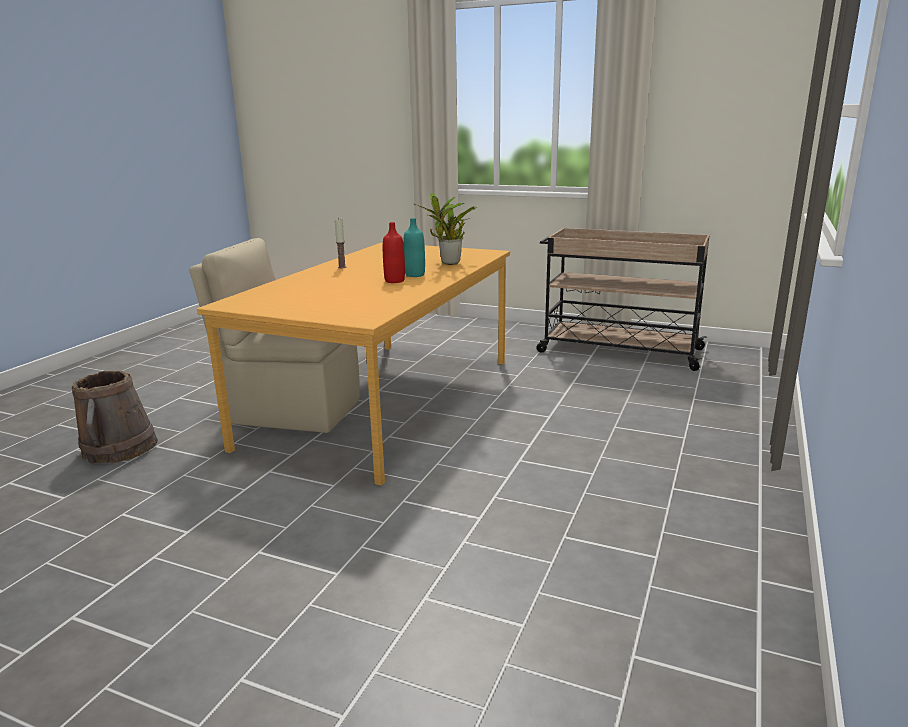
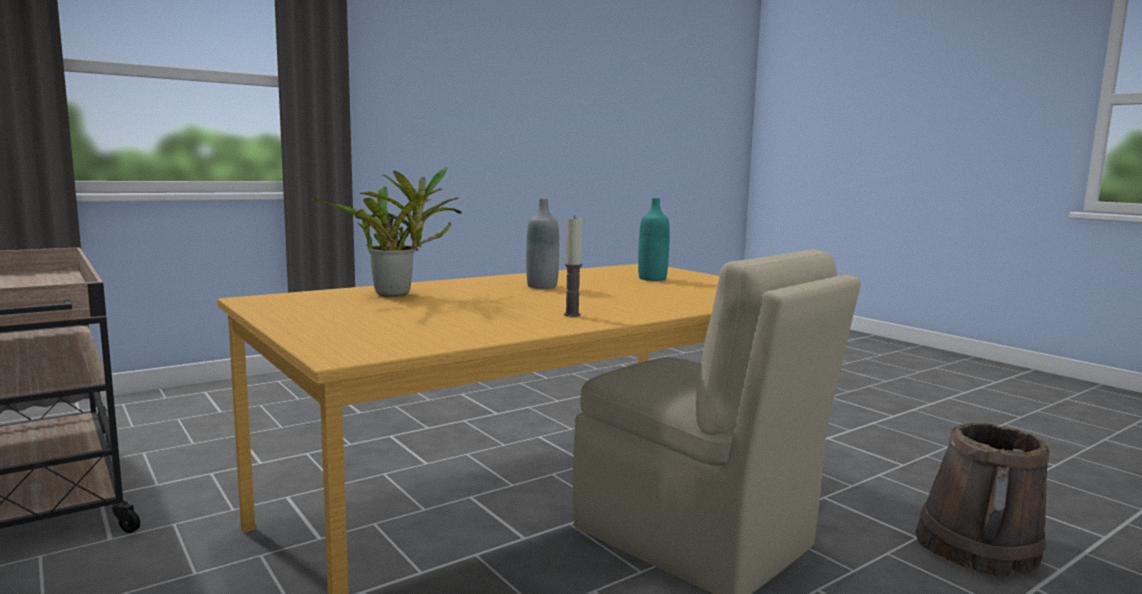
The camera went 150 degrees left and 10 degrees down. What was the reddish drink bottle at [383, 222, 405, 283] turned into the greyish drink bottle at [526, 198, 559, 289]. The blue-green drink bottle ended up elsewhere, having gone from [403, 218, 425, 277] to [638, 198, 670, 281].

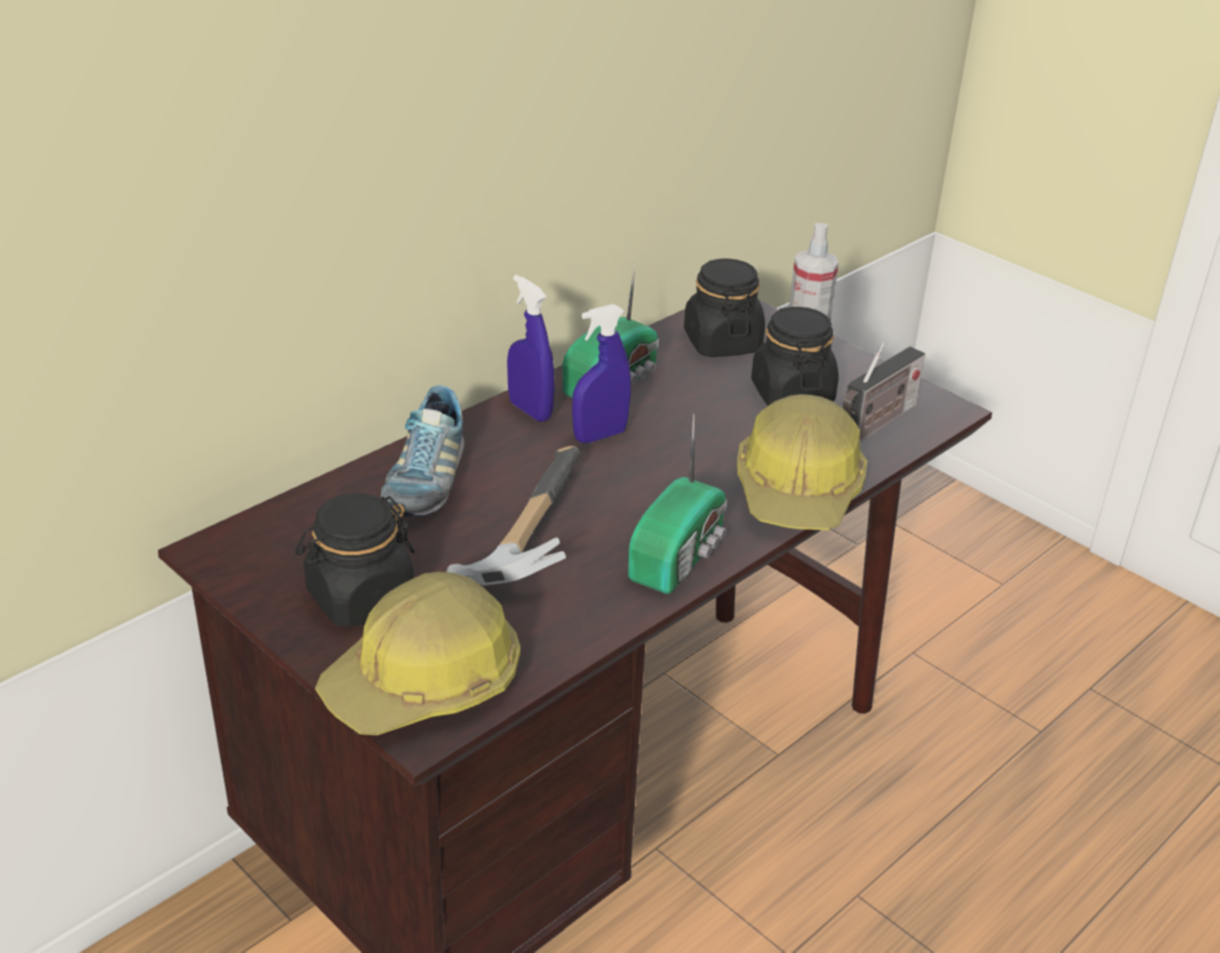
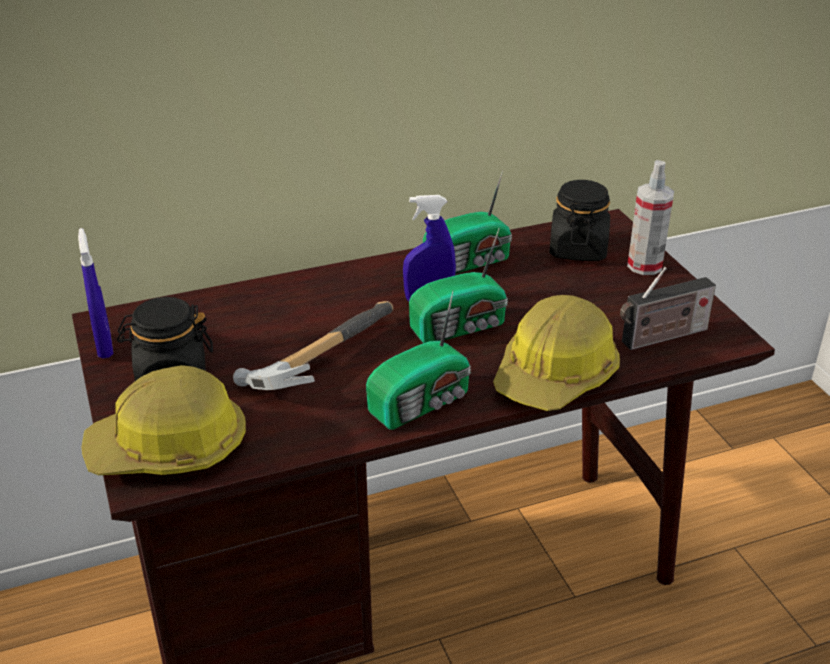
The camera went 25 degrees right and 0 degrees up. The second view lost the low shoe at [381, 385, 465, 517]. The bluish hand sprayer ended up elsewhere, having gone from [507, 275, 555, 422] to [78, 228, 113, 359]. The second view lost the black preserve jar at [751, 307, 839, 406]. The second view gained the radio set at [409, 228, 508, 343].

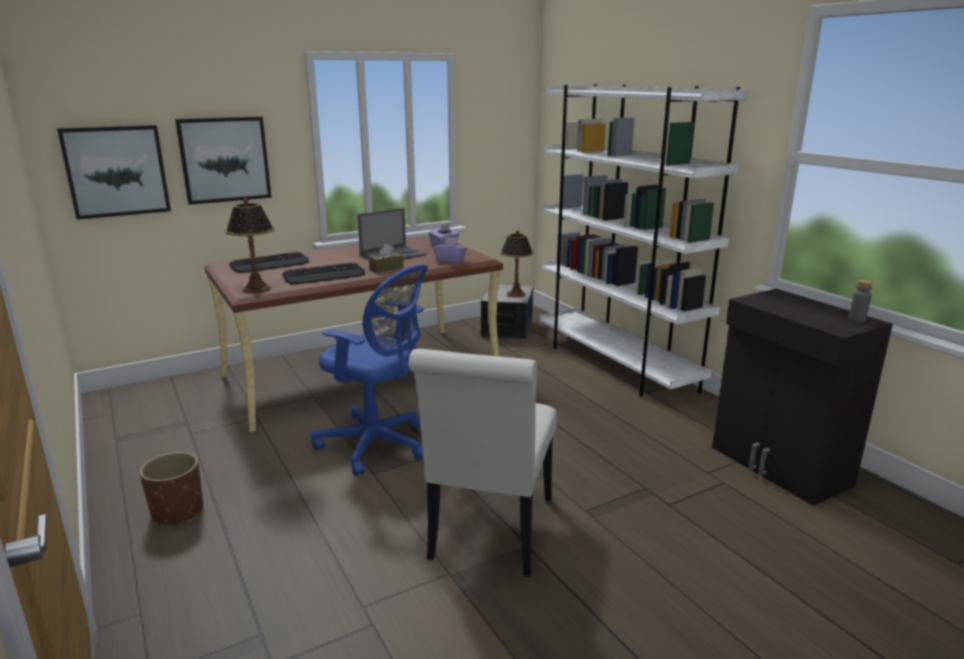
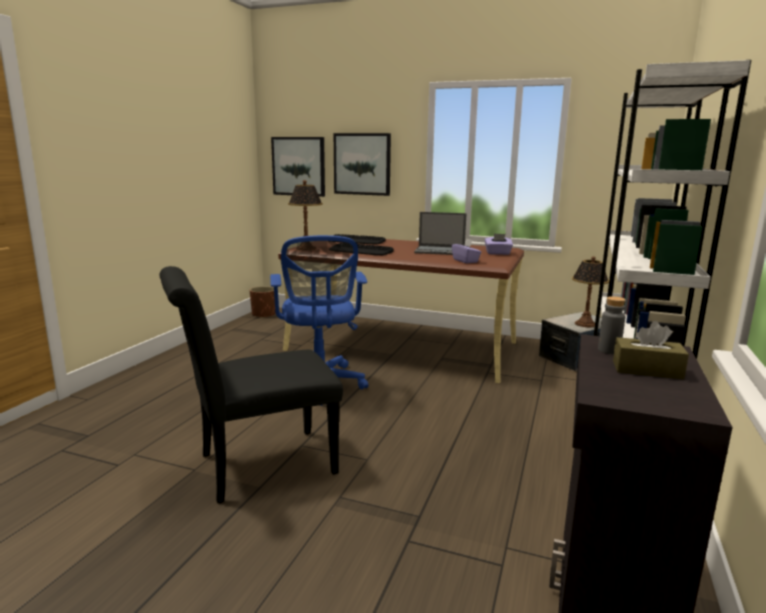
The camera went 50 degrees right and 5 degrees down. The brown plant pot ended up elsewhere, having gone from [139, 452, 203, 525] to [250, 286, 276, 318]. The brown tissue box ended up elsewhere, having gone from [369, 244, 403, 273] to [613, 321, 689, 379]. What was the white-coloured chair at [408, 349, 557, 577] turned into the black chair at [159, 266, 343, 503]. The greyish drink bottle ended up elsewhere, having gone from [849, 280, 872, 322] to [598, 296, 625, 354].

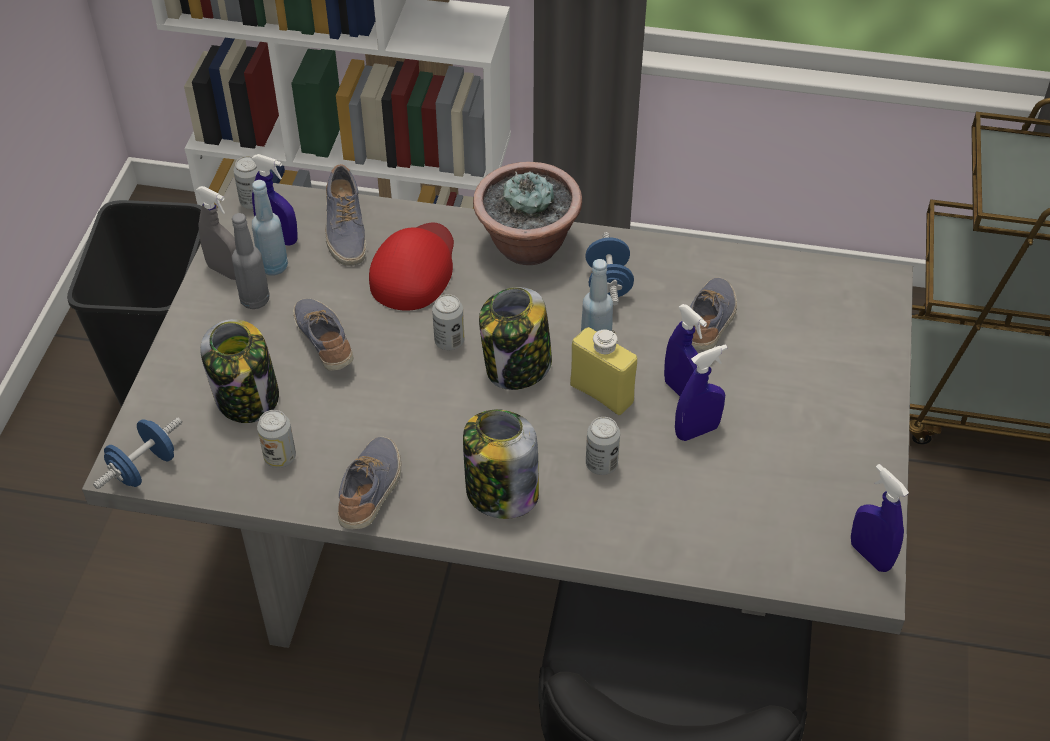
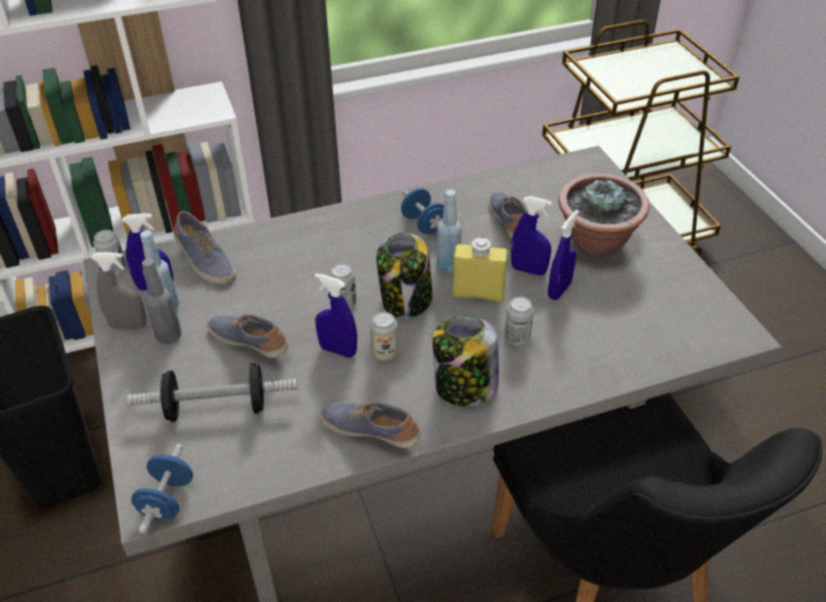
The camera went 30 degrees left and 5 degrees down. Where the preserve jar stood at [200, 319, 279, 423], the dumbbell came to stand at [127, 363, 297, 422]. The metal can ended up elsewhere, having gone from [257, 410, 296, 468] to [370, 312, 398, 361]. The low shoe at [338, 437, 401, 530] ended up facing another way, 45 degrees counterclockwise from before. The second view lost the reddish baseball cap at [369, 223, 454, 311]. The plant in a pot ended up elsewhere, having gone from [473, 162, 582, 265] to [559, 173, 650, 257]. The bluish hand sprayer ended up elsewhere, having gone from [851, 464, 909, 572] to [315, 273, 357, 358].

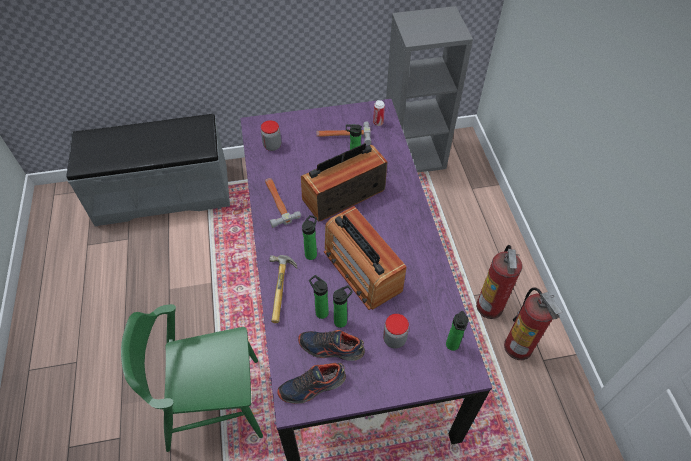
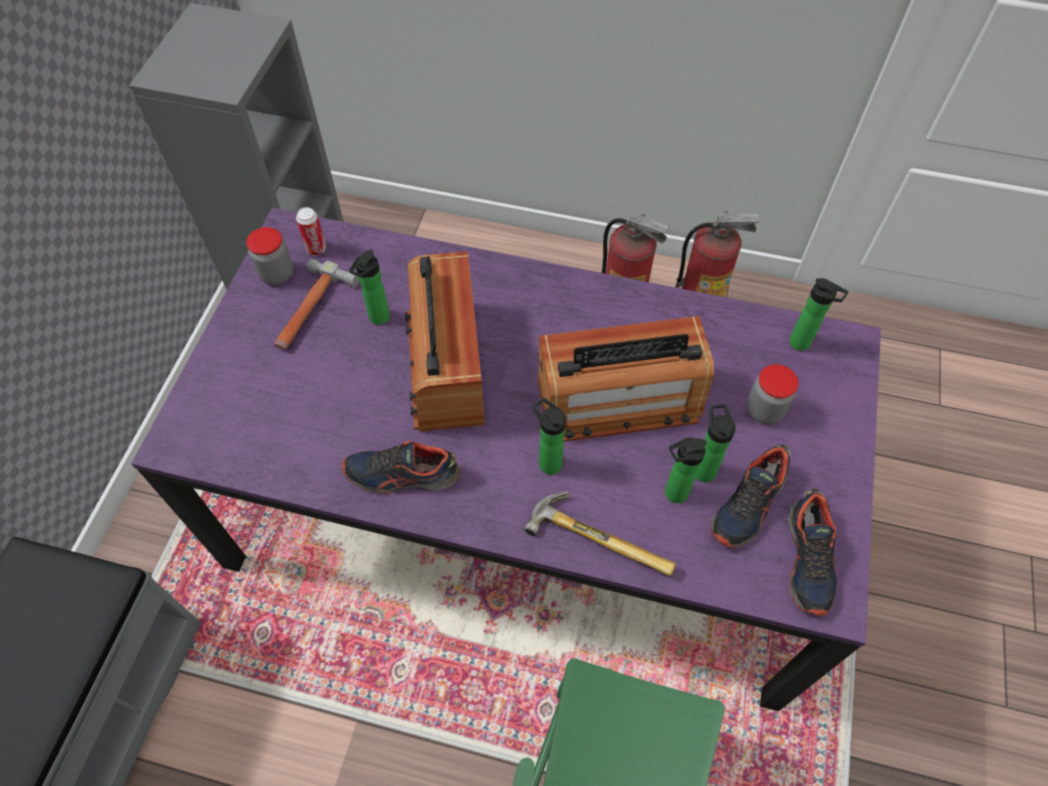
The camera went 65 degrees left and 5 degrees up. The preserve jar ended up elsewhere, having gone from [261, 120, 281, 151] to [246, 227, 293, 285]. Where the hammer stood at [265, 178, 301, 228], the low shoe came to stand at [342, 441, 460, 494].

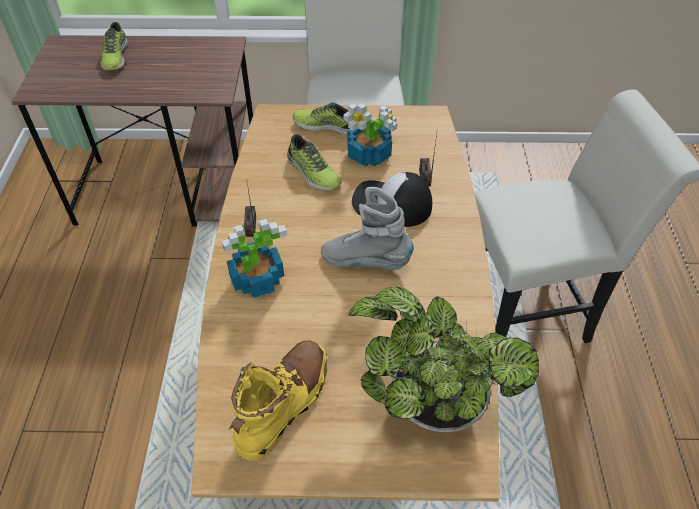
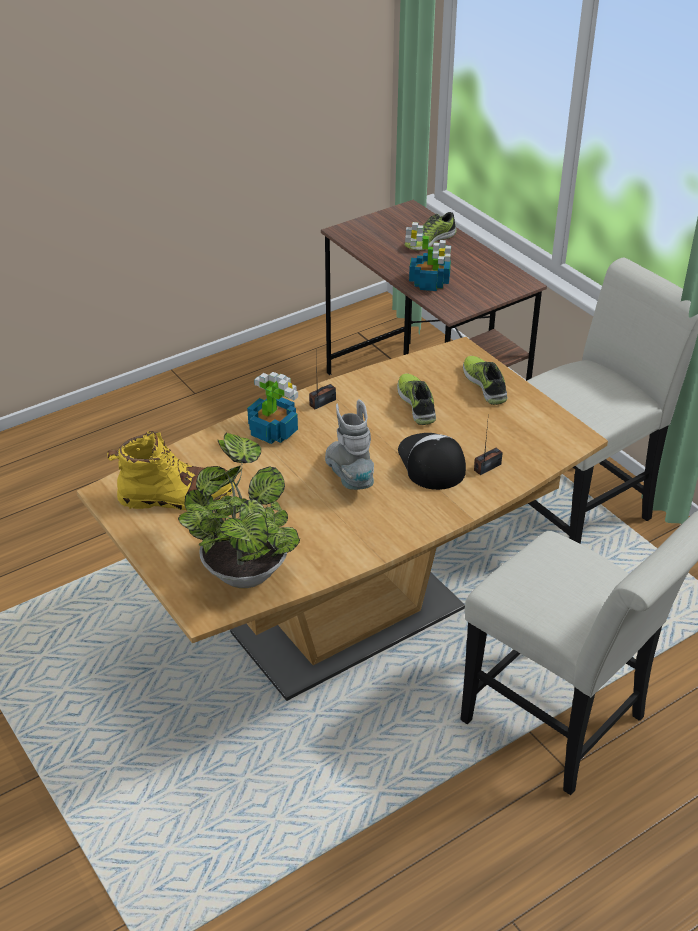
The camera went 55 degrees right and 10 degrees down. The low shoe at [287, 134, 342, 190] ended up facing another way, 150 degrees clockwise from before. The plant in a pot ended up elsewhere, having gone from [343, 103, 397, 167] to [405, 222, 451, 291].

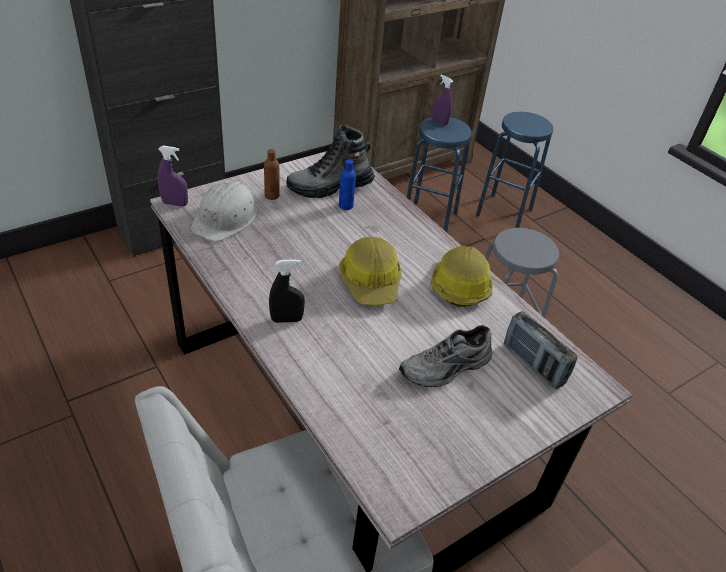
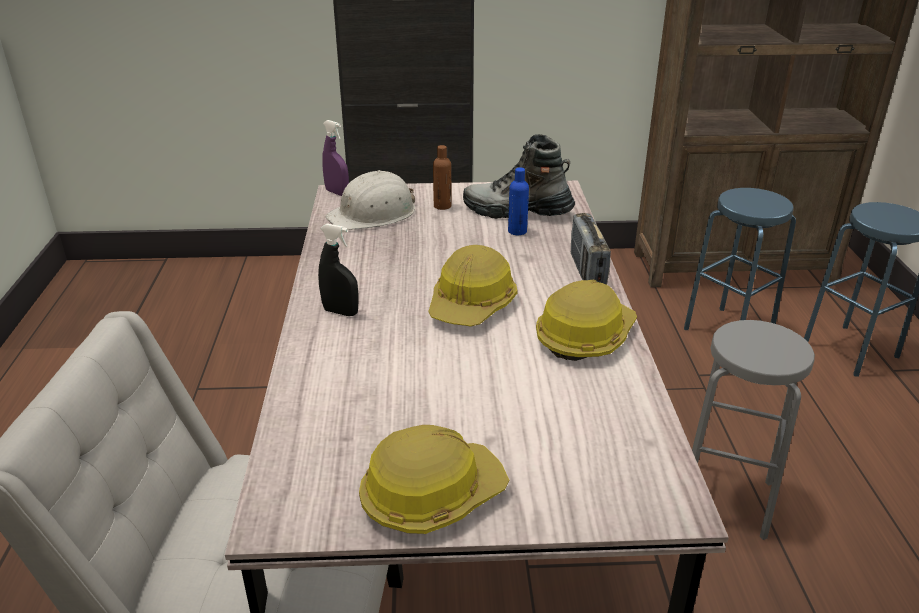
The camera went 35 degrees right and 10 degrees down. The second view lost the greyish low shoe at [399, 325, 492, 387]. The second view lost the purplish hand sprayer at [432, 75, 453, 125]. The radio set ended up elsewhere, having gone from [504, 311, 578, 389] to [571, 213, 611, 285]. The second view gained the work helmet at [359, 425, 509, 534].

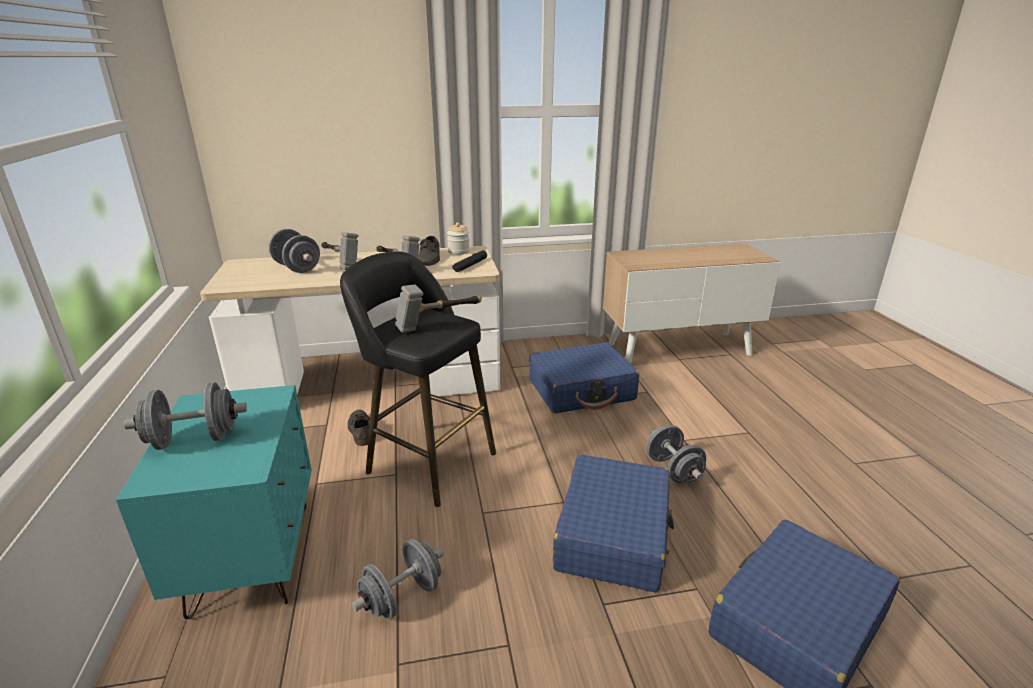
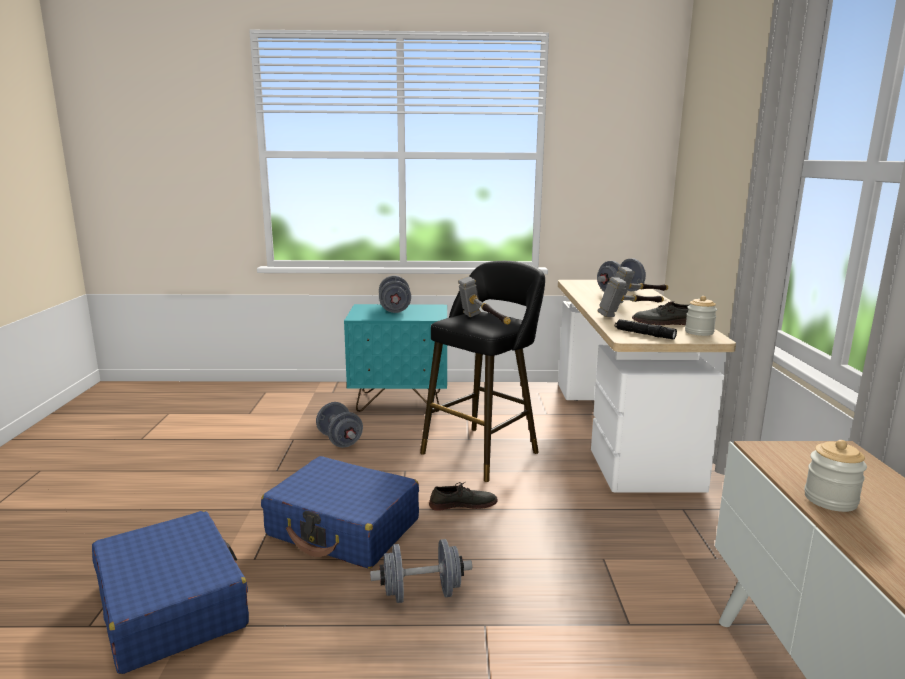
The camera went 100 degrees right and 10 degrees down. The greyish low shoe ended up elsewhere, having gone from [348, 410, 370, 446] to [429, 482, 497, 511]. The second view lost the bluish piece of luggage at [529, 342, 639, 413]. The second view gained the preserve jar at [804, 440, 867, 512].

